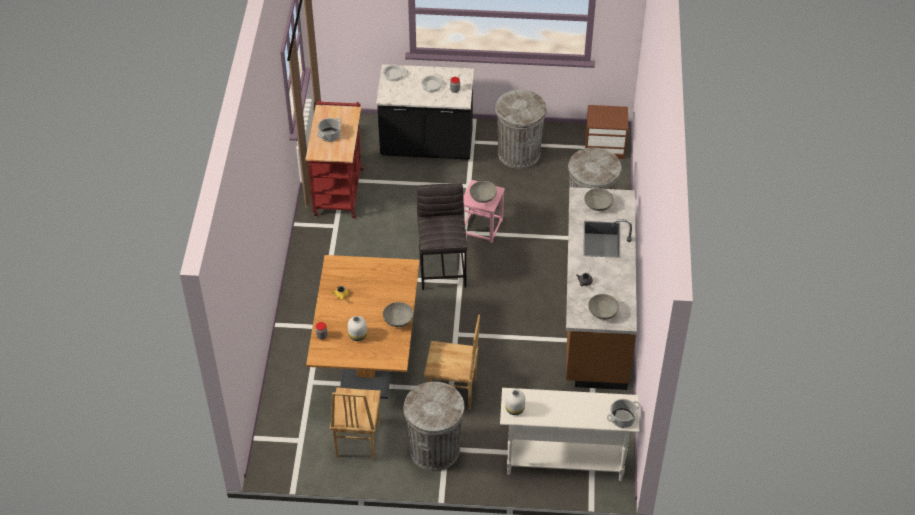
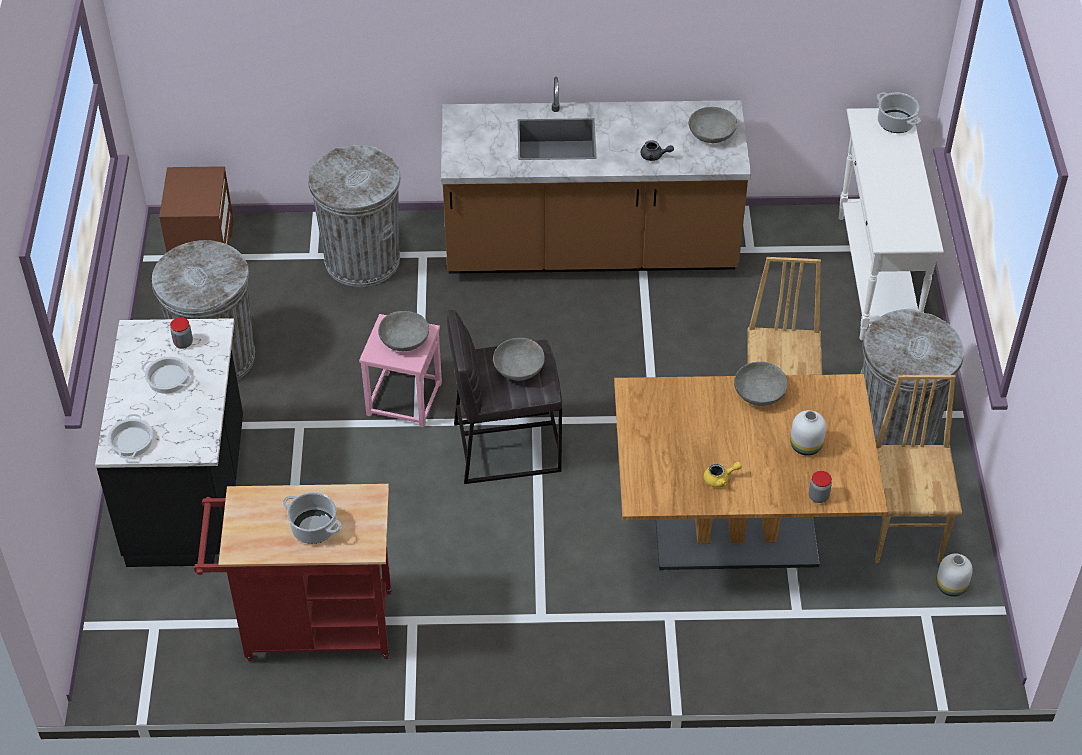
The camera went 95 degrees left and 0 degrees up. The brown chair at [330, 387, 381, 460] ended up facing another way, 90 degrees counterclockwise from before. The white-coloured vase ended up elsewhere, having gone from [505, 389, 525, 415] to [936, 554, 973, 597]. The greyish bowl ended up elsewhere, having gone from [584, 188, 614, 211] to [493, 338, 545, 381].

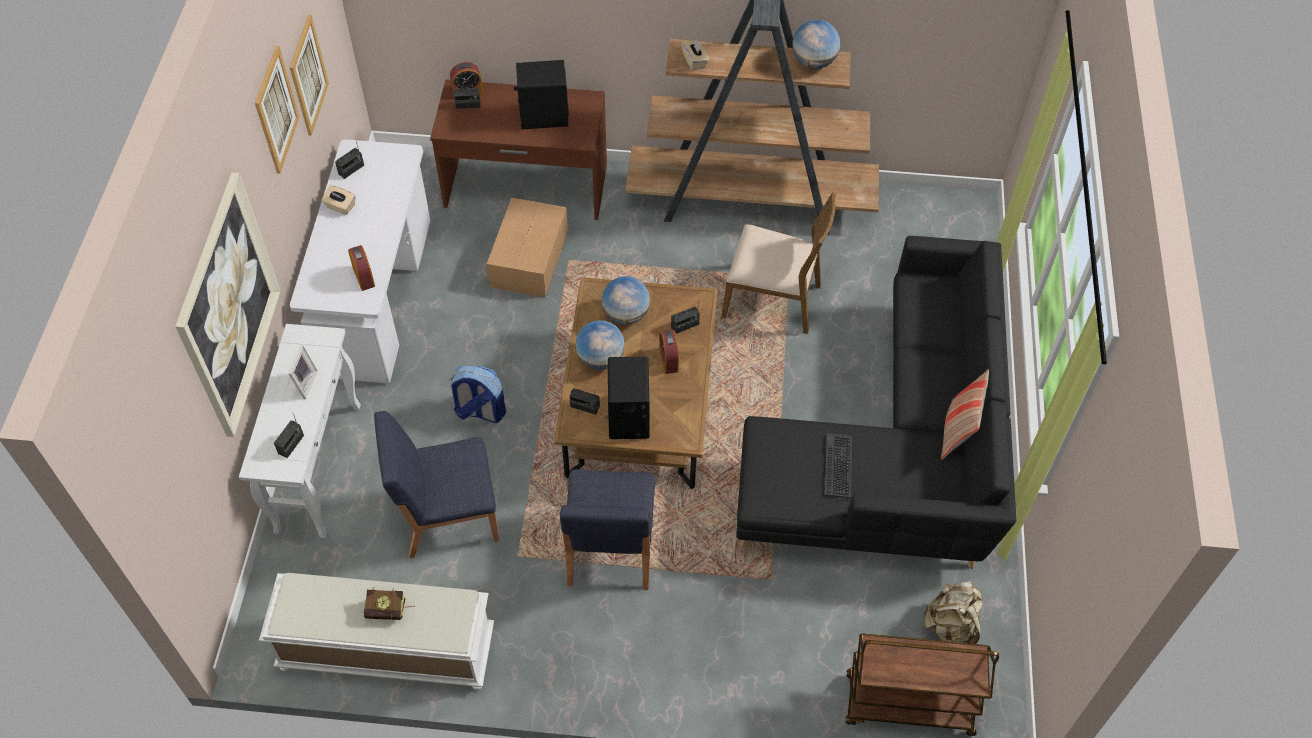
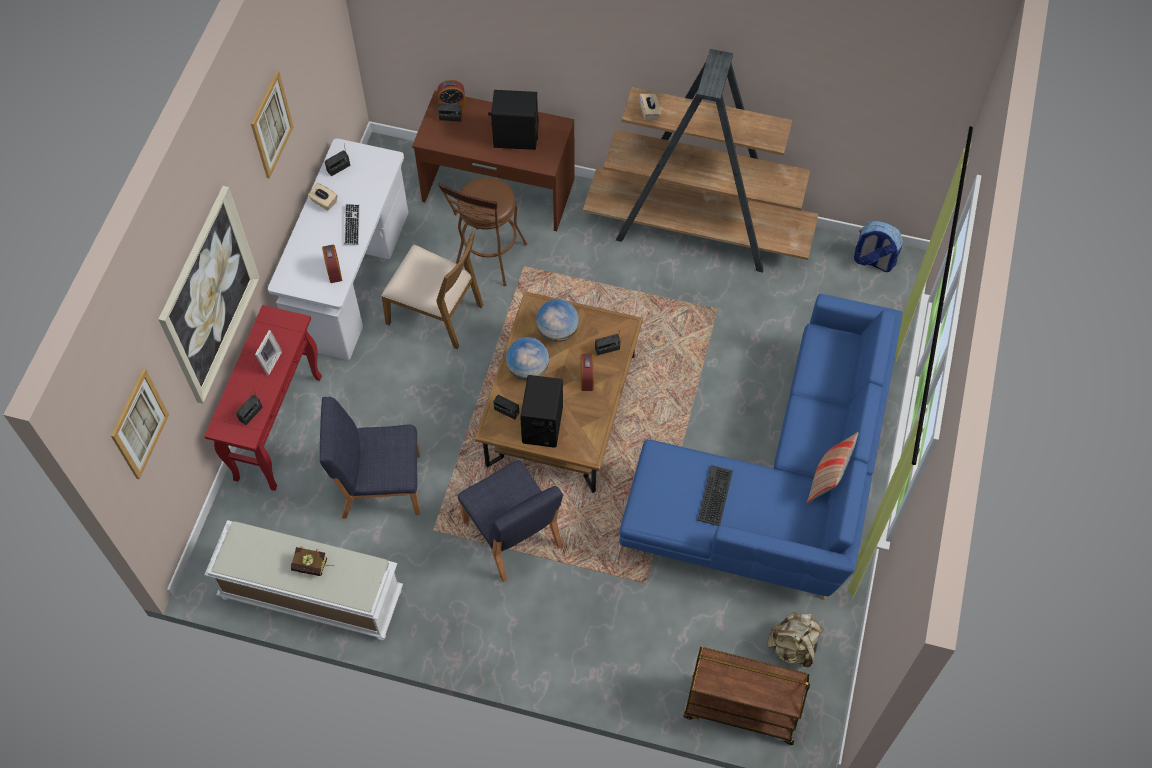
The camera went 10 degrees right and 5 degrees up. What was the white-coloured narrow table at [239, 324, 361, 538] turned into the reddish narrow table at [204, 305, 322, 491]. The wall art ended up elsewhere, having gone from [290, 15, 329, 136] to [111, 369, 169, 479]. The backpack ended up elsewhere, having gone from [449, 365, 506, 423] to [854, 221, 903, 272]. Where the cardboard box stood at [487, 198, 568, 298], the brown stool seat came to stand at [438, 177, 527, 286]. The bluish chair at [560, 469, 655, 590] ended up facing another way, 45 degrees counterclockwise from before. The brown chair ended up elsewhere, having gone from [721, 192, 836, 334] to [381, 232, 483, 349]. What was the black settee at [736, 236, 1016, 569] turned into the bluish settee at [619, 294, 903, 600]. The second view lost the globe at [792, 20, 840, 69]. The second view gained the computer keyboard at [344, 204, 360, 245].

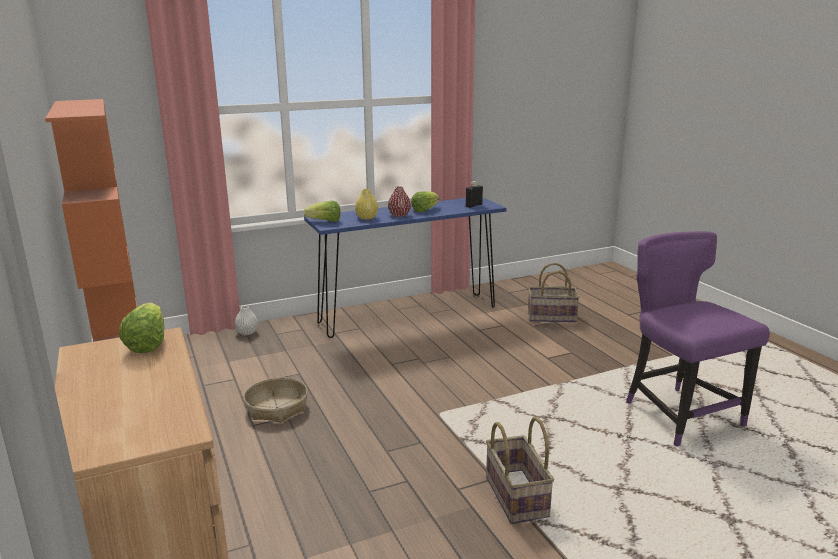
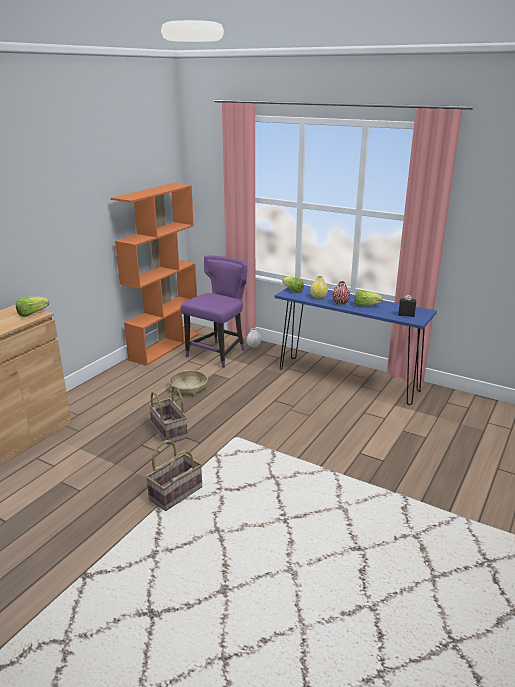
The camera went 55 degrees right and 5 degrees up. The storage basket ended up elsewhere, having gone from [528, 263, 580, 323] to [149, 386, 188, 445]. The purplish chair ended up elsewhere, having gone from [626, 231, 770, 447] to [181, 256, 247, 368].

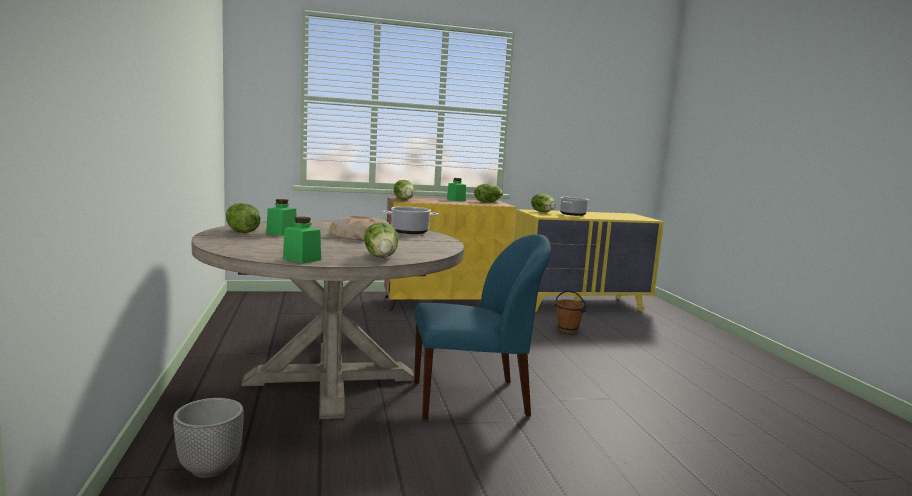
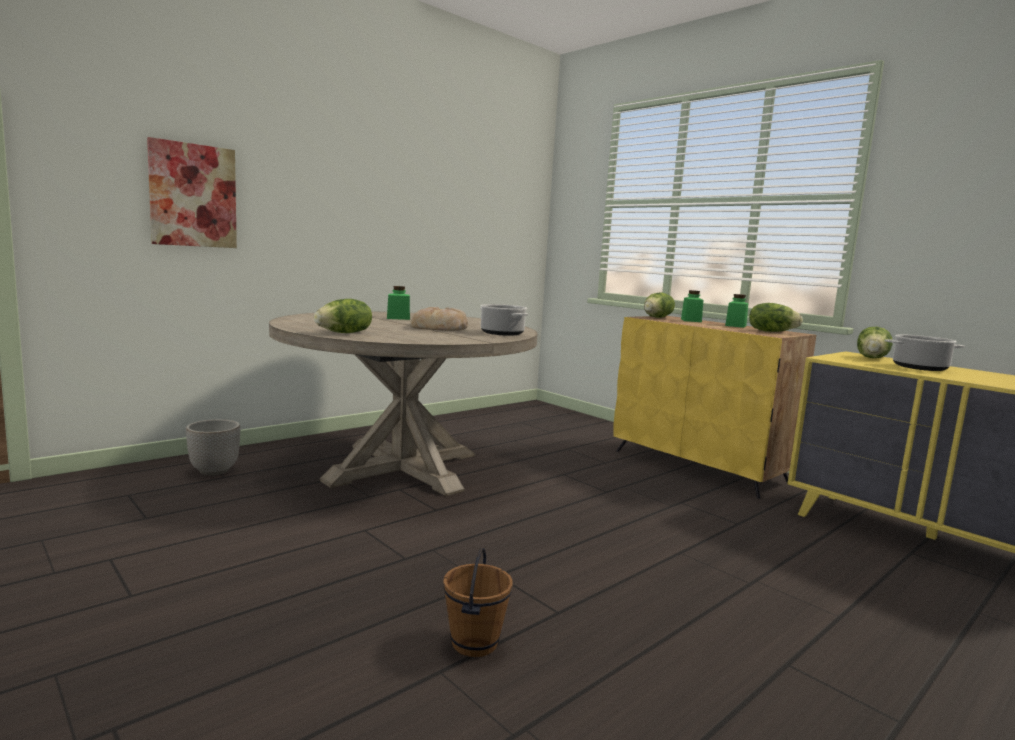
The camera went 60 degrees right and 0 degrees up. The second view lost the lettuce head at [226, 203, 260, 233]. The green preserve jar ended up elsewhere, having gone from [283, 217, 321, 263] to [681, 290, 703, 322]. The second view lost the bluish chair at [414, 234, 551, 420]. The brown bucket ended up elsewhere, having gone from [554, 291, 586, 334] to [443, 547, 513, 657]. The second view gained the wall art at [147, 137, 237, 248].

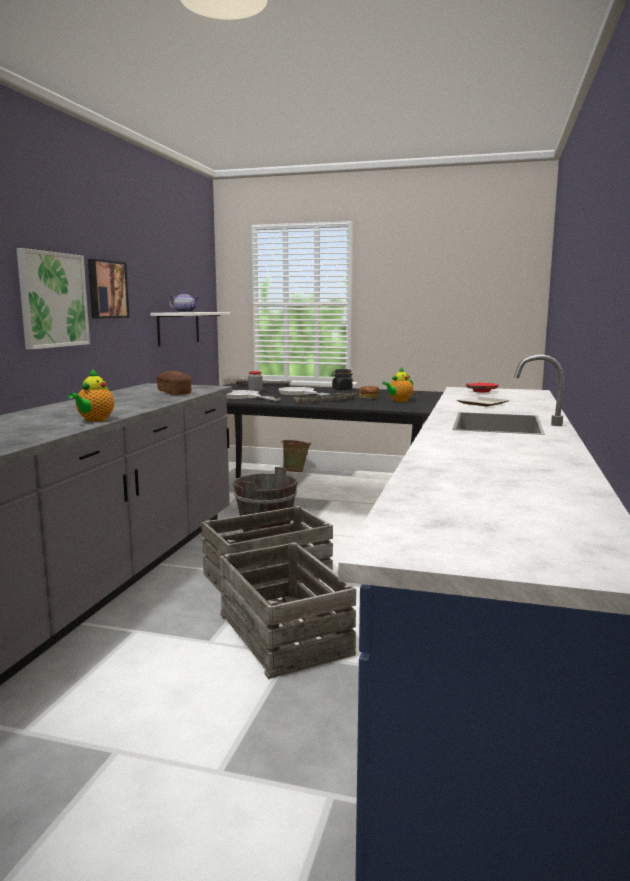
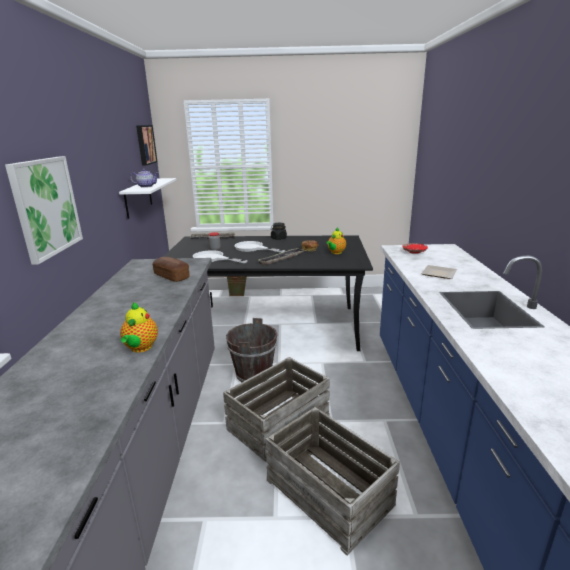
The camera went 15 degrees left and 10 degrees up. The wall art ended up elsewhere, having gone from [88, 259, 130, 319] to [136, 125, 157, 165].

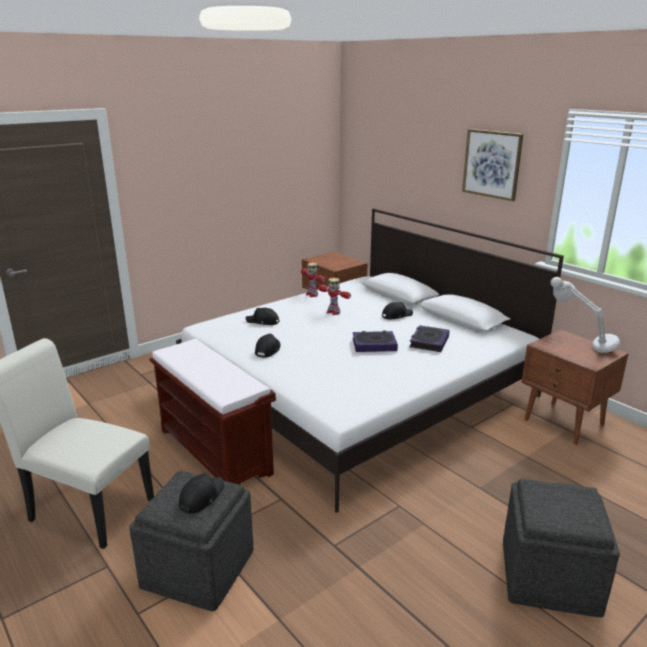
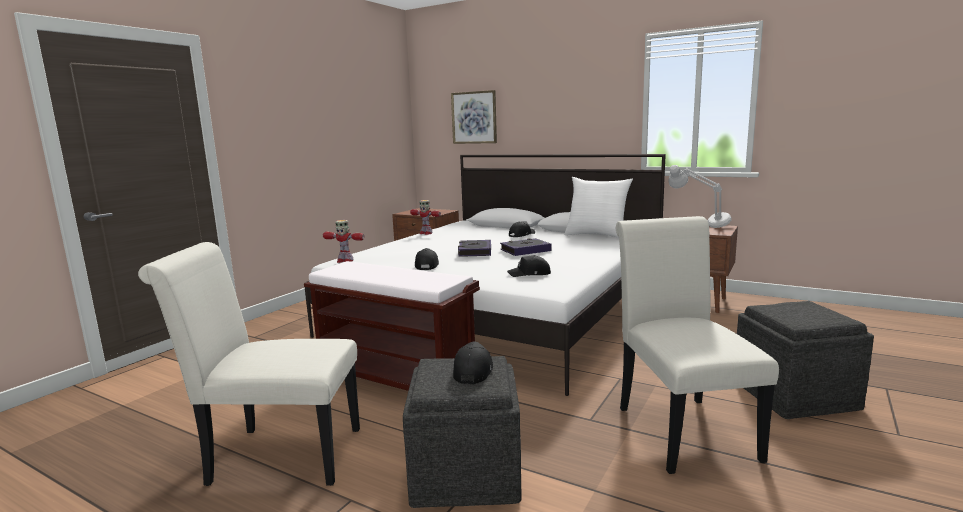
The camera went 20 degrees left and 10 degrees down. The black baseball cap ended up elsewhere, having gone from [246, 308, 280, 325] to [507, 255, 551, 277]. The model robot ended up elsewhere, having gone from [318, 278, 351, 315] to [323, 220, 364, 263]. The volume ended up elsewhere, having gone from [409, 325, 450, 352] to [458, 240, 491, 257]. The wall art ended up elsewhere, having gone from [462, 129, 523, 201] to [451, 90, 497, 144]. The second view gained the white-coloured pillow at [564, 177, 633, 238]. The second view gained the white-coloured chair at [616, 216, 779, 474].

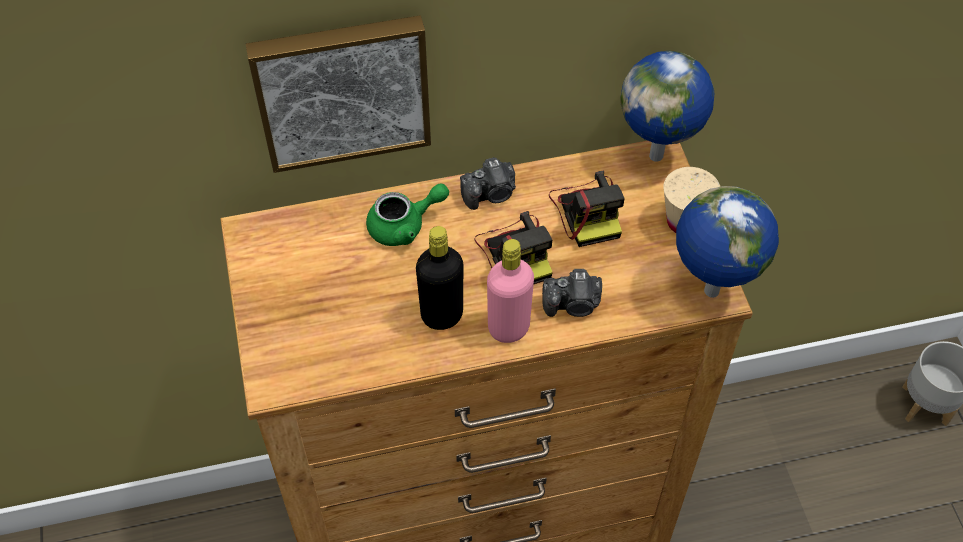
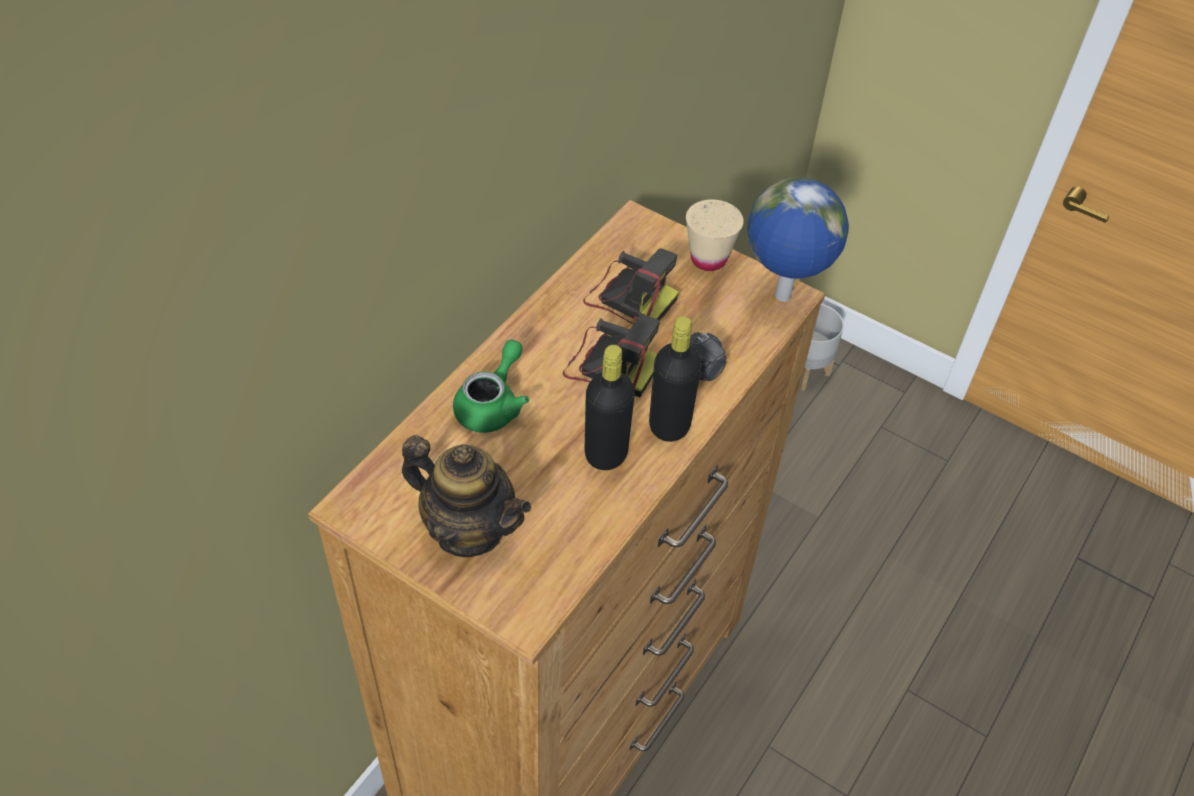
The camera went 45 degrees left and 5 degrees down. The second view lost the wall art at [246, 15, 431, 173]. The second view lost the still camera at [460, 157, 516, 210]. What was the pink-coloured drink bottle at [487, 239, 534, 343] turned into the black drink bottle at [649, 316, 701, 442]. The second view lost the globe at [620, 51, 714, 162]. The second view gained the tea pot at [402, 435, 531, 557].

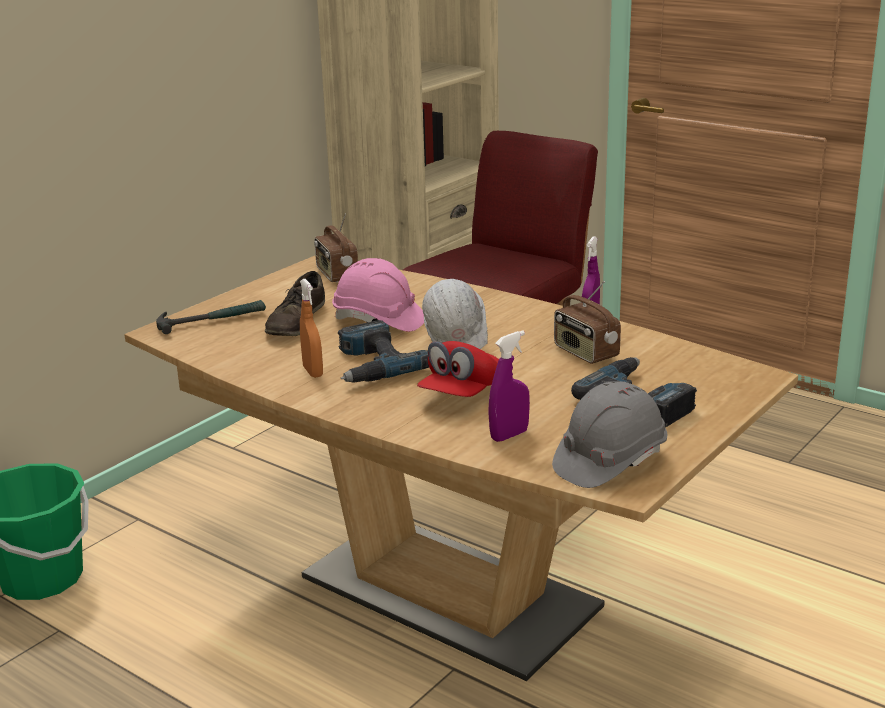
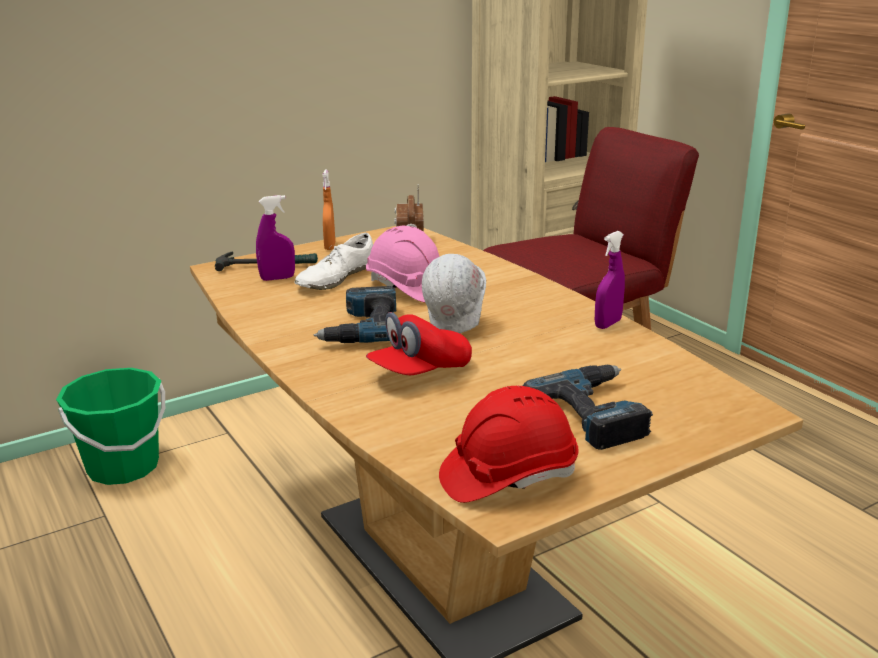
The camera went 20 degrees right and 0 degrees up. What was the brown low shoe at [265, 271, 325, 336] turned into the white-coloured low shoe at [295, 233, 373, 290]. The orange-coloured hand sprayer ended up elsewhere, having gone from [300, 279, 323, 378] to [323, 170, 335, 250]. The purplish hand sprayer ended up elsewhere, having gone from [488, 330, 530, 442] to [256, 195, 295, 281]. What was the greyish work helmet at [552, 381, 667, 488] turned into the reddish work helmet at [439, 386, 579, 503]. The second view lost the radio set at [554, 281, 621, 364].

